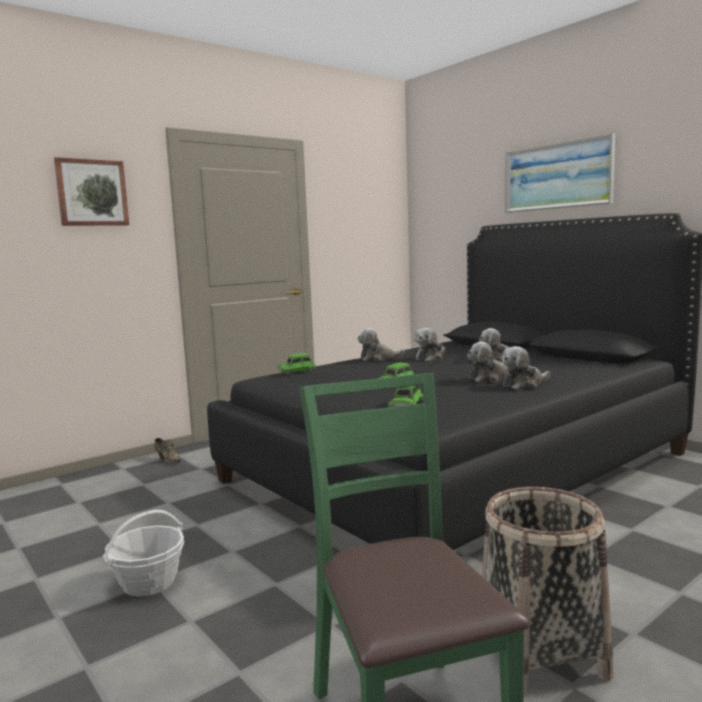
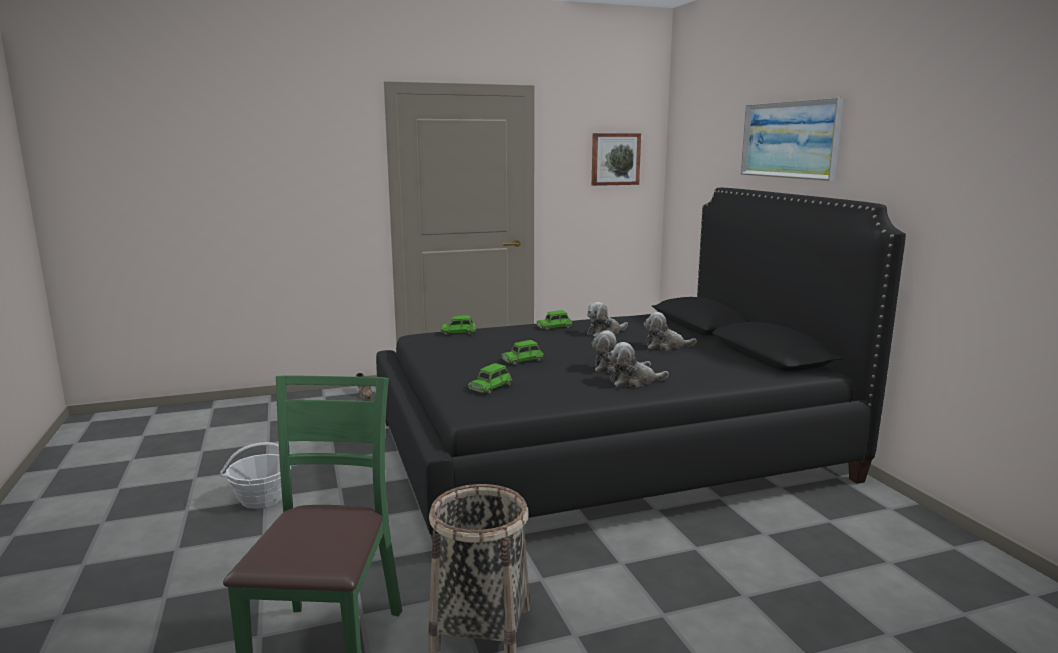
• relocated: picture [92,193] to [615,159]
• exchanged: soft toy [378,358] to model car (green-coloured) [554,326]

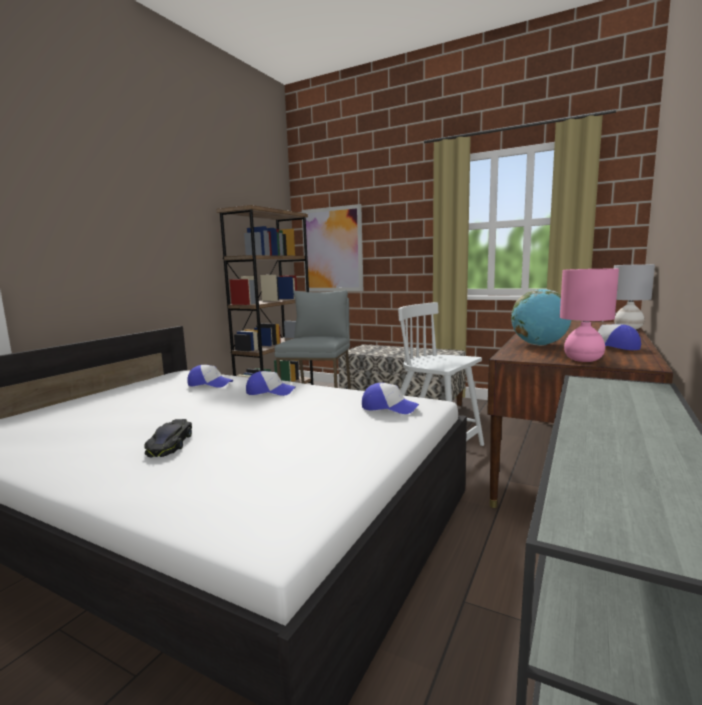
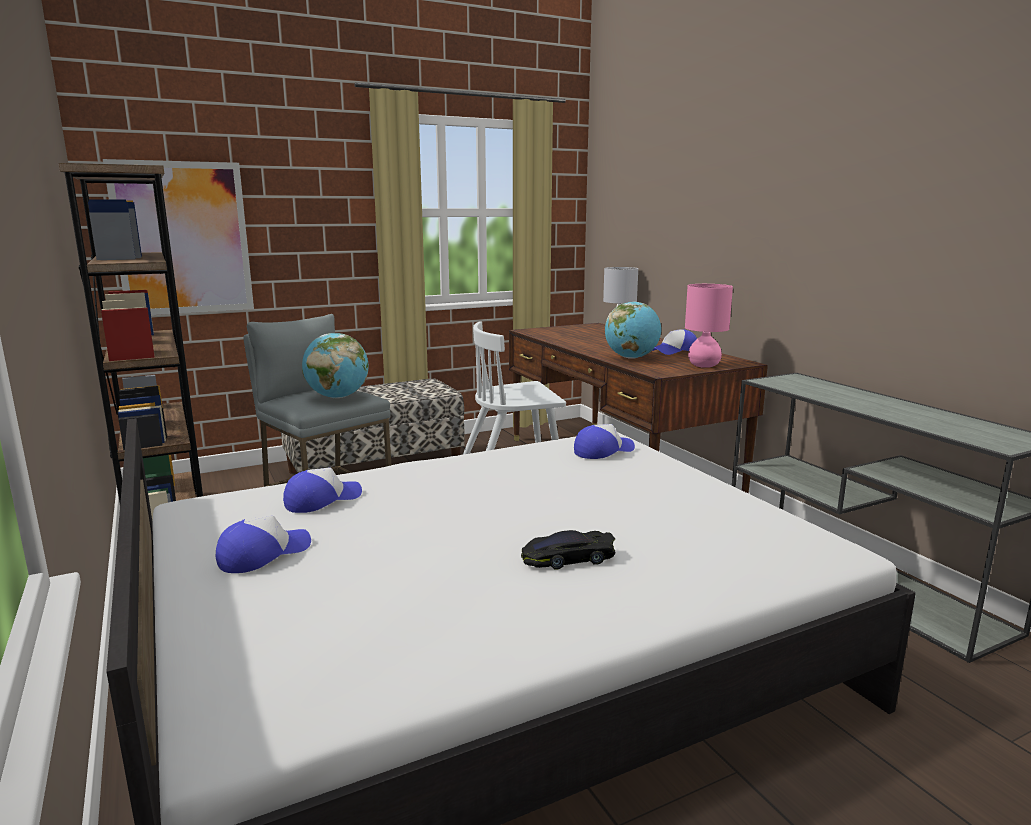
• relocated: cap [270,392] to [263,554]
• spun: model car (black-coloured) [170,444] = [568,558] 135 degrees clockwise
• appeared: globe [337,397]

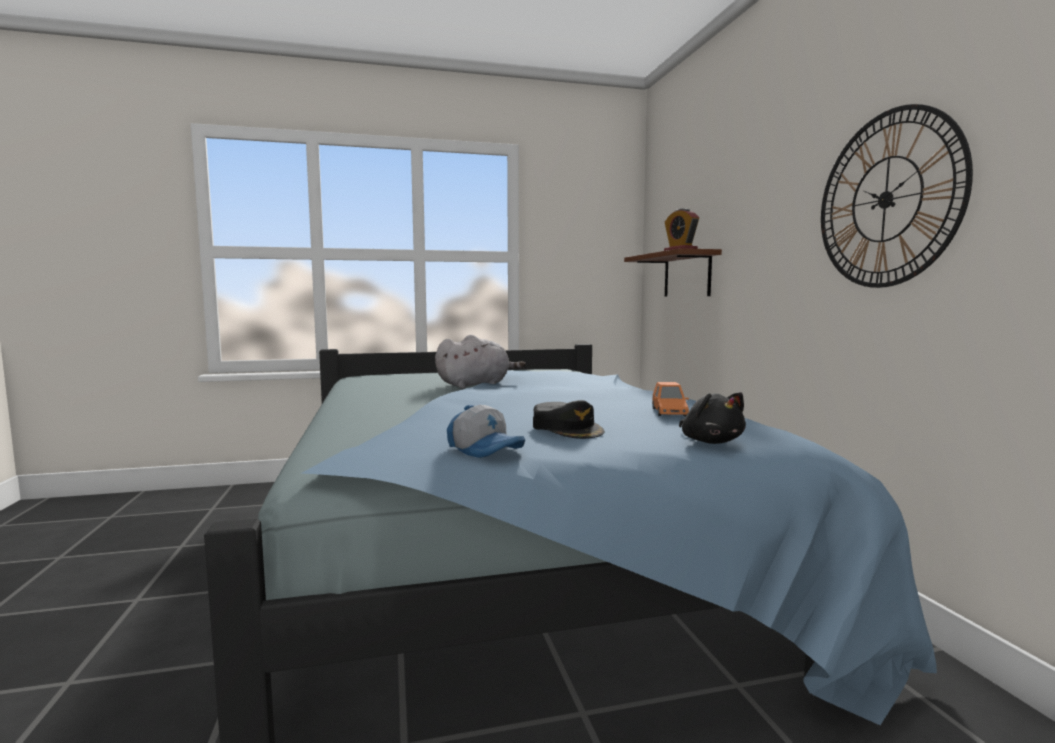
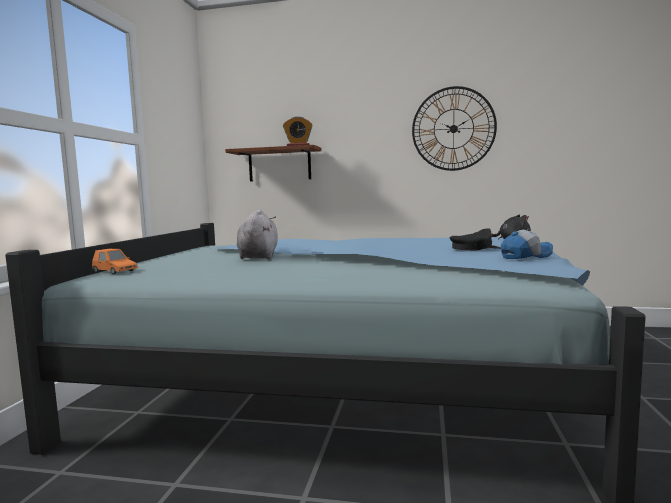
• relocated: model car (orange-coloured) [669,413] to [115,271]

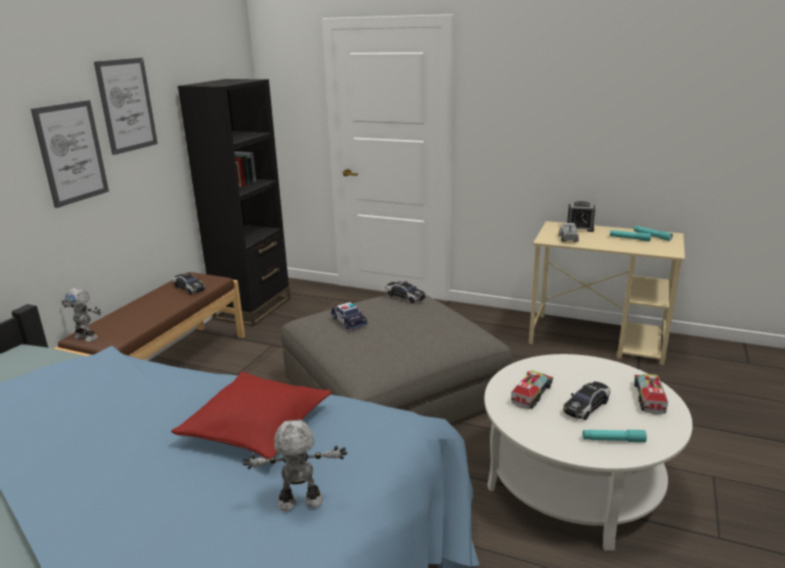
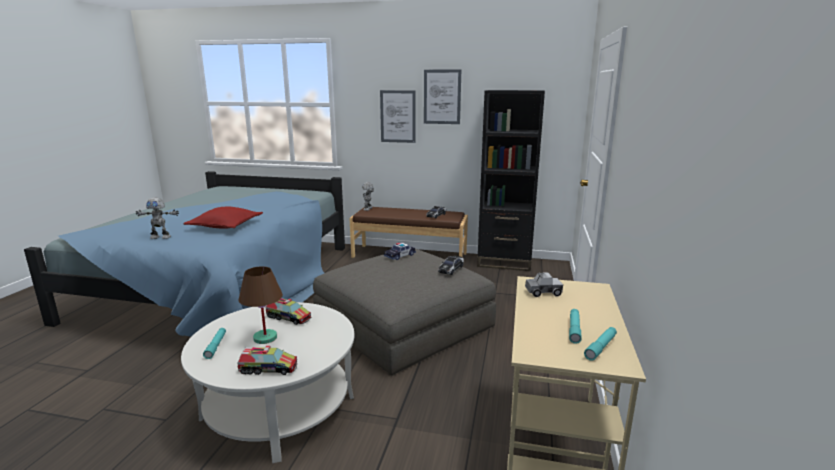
• missing: table clock [579,228]
• exchanged: model car [586,406] to tabletop lamp (brown) [265,338]
• spun: toy robot [300,504] = [161,237] 105 degrees clockwise

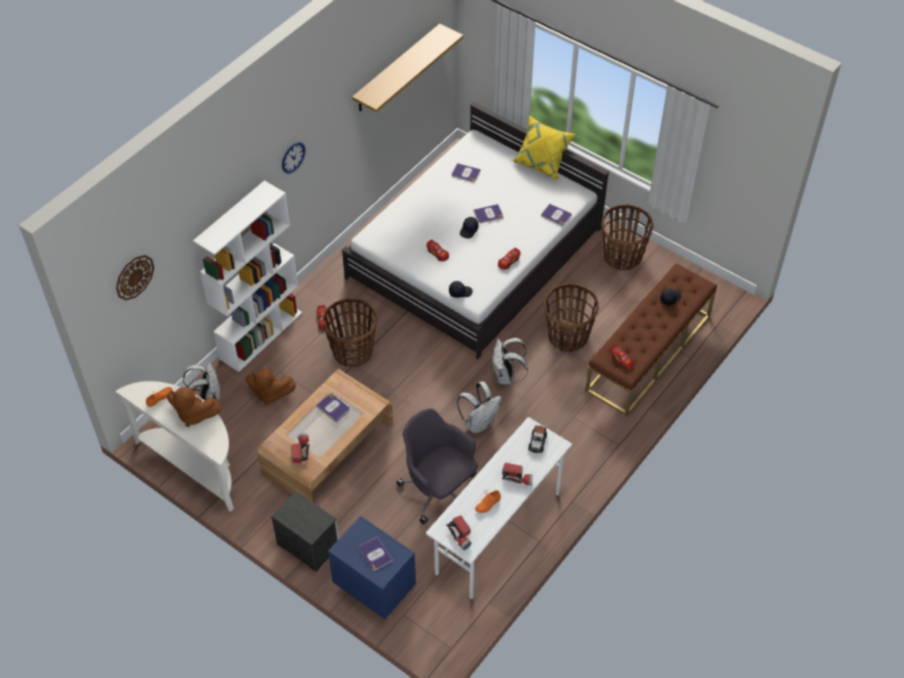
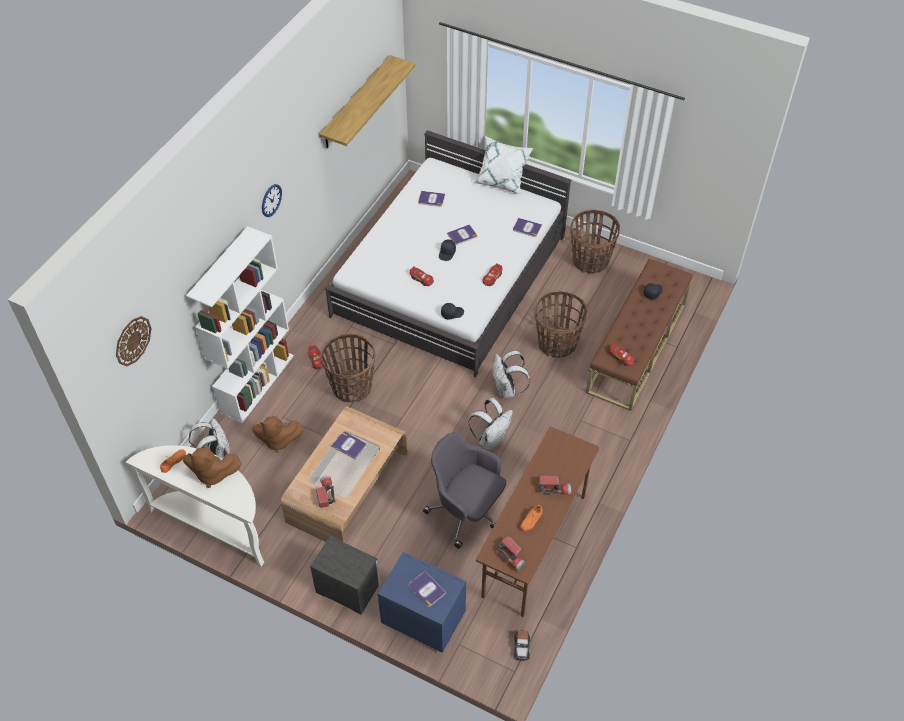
• colour: throw pillow (yellow) [542,163] to throw pillow (white) [502,181]
• colour: desk table (white) [498,534] to desk table (brown) [534,546]
• relocated: model car [537,442] to [521,647]

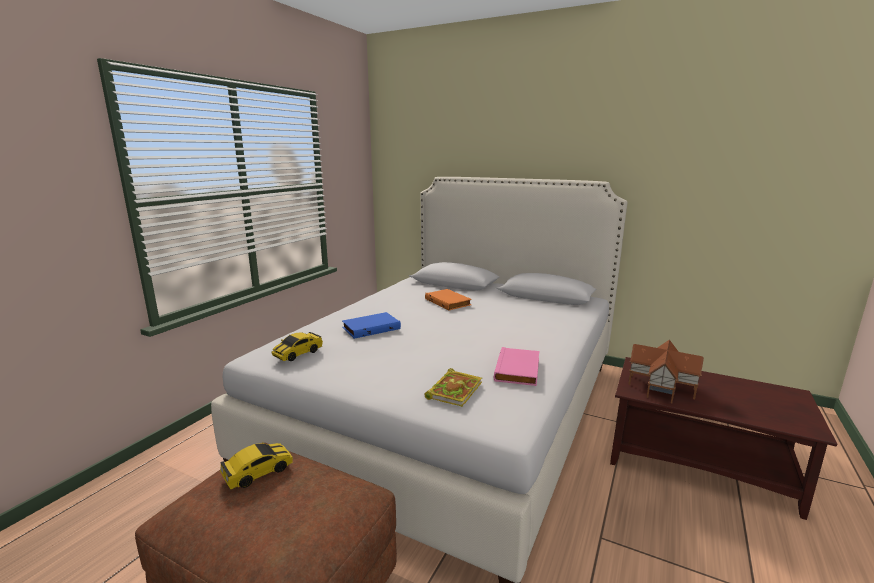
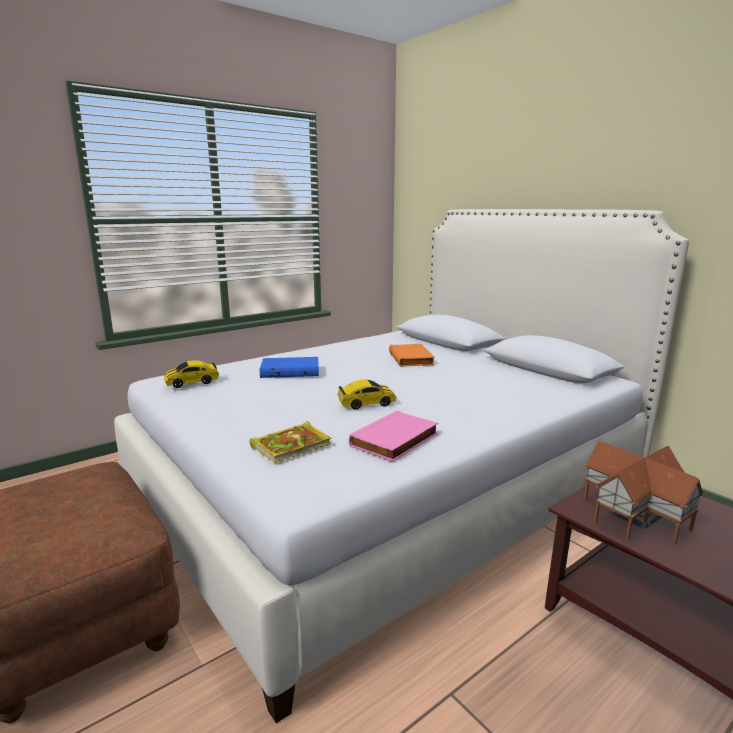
• relocated: model car [258,472] to [366,403]

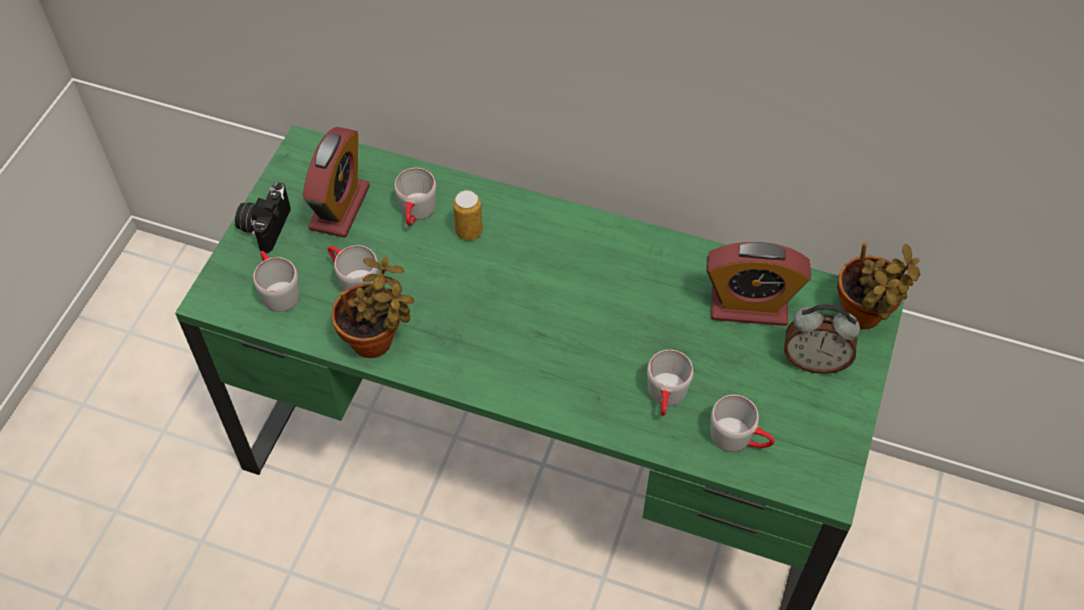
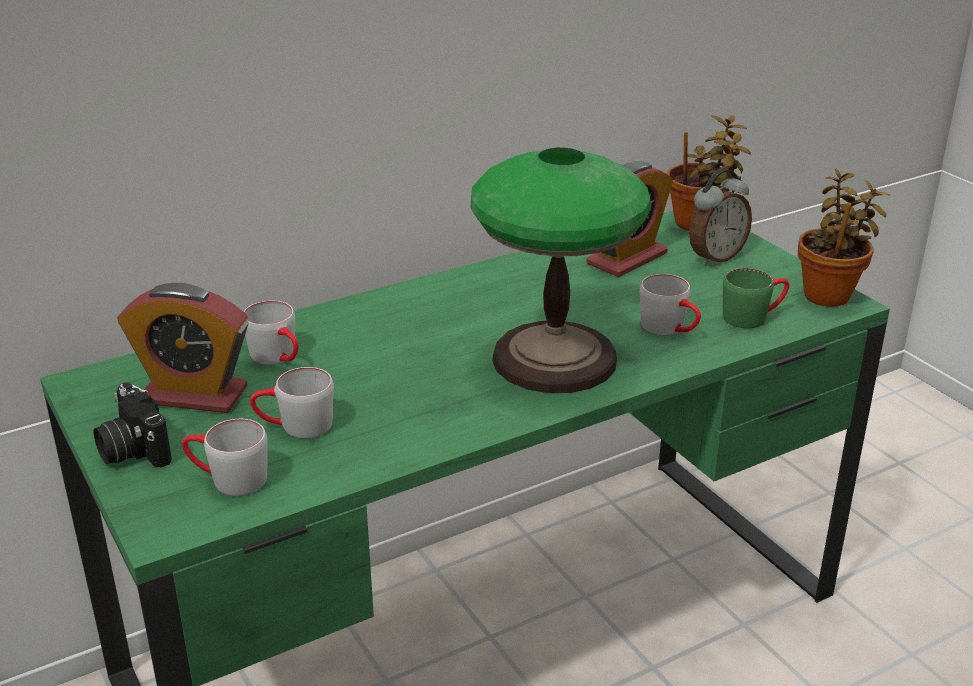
• spun: table clock [340,207] = [194,395] 135 degrees clockwise
• missing: sealed can [469,231]
• relocated: potted plant [377,342] to [829,294]
• colour: tea mug (greyish) [739,439] to tea mug (green-coloured) [753,316]
• appeared: tabletop lamp [553,359]

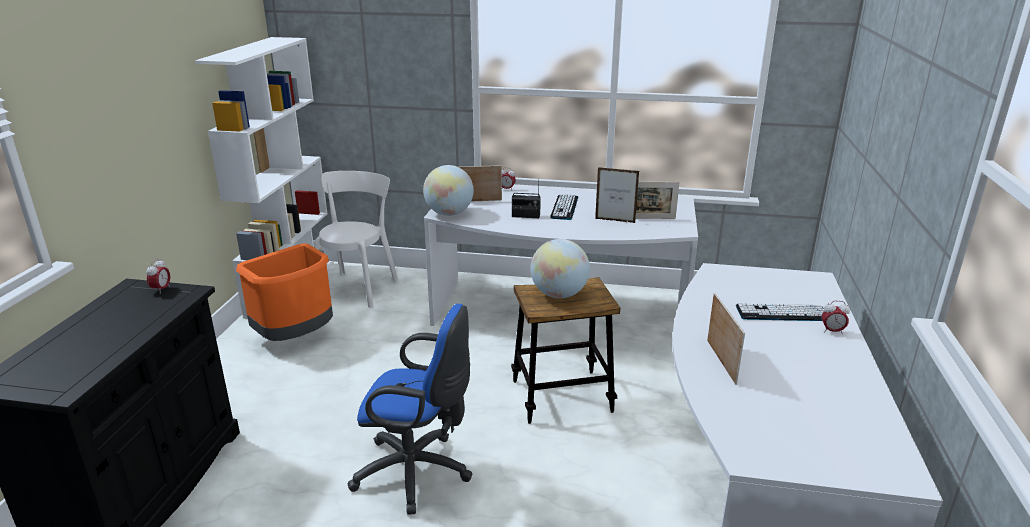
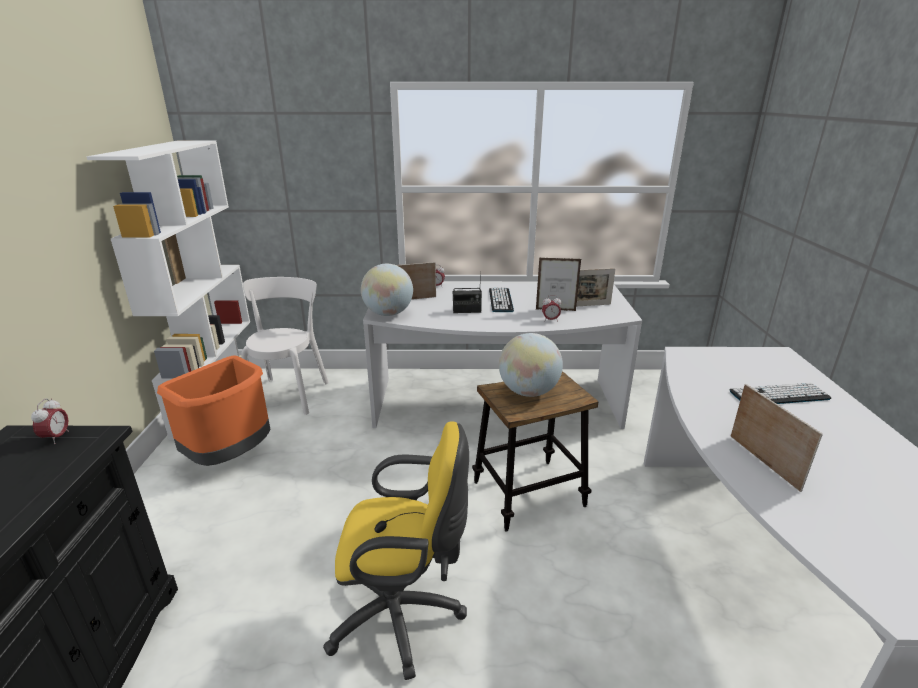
• relocated: table clock [832,331] to [550,320]
• colour: office chair (bluish) [418,473] to office chair (yellow) [403,615]

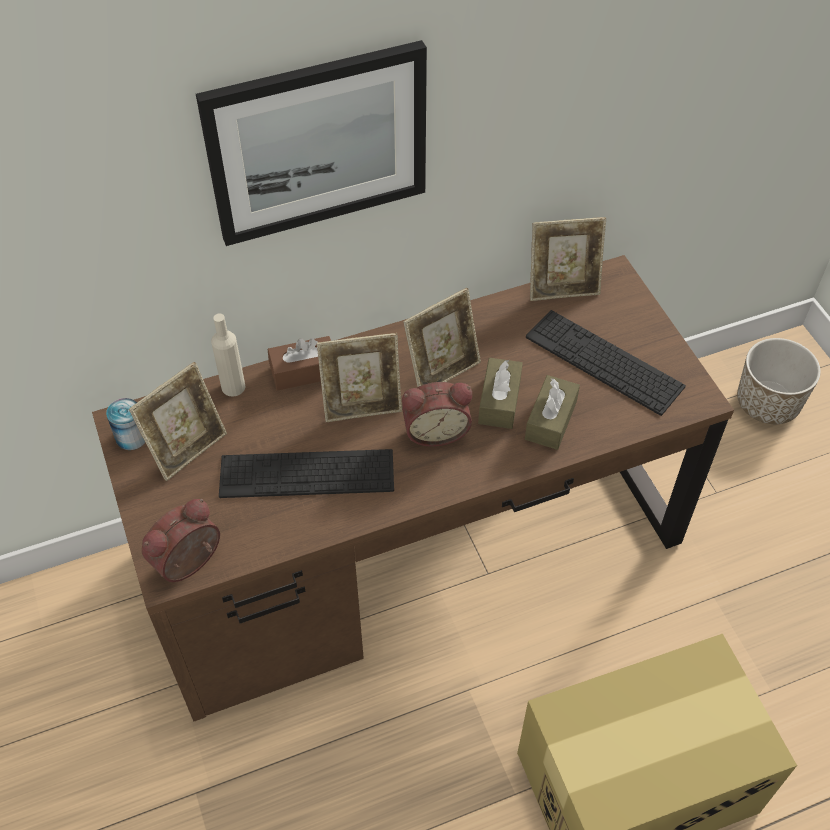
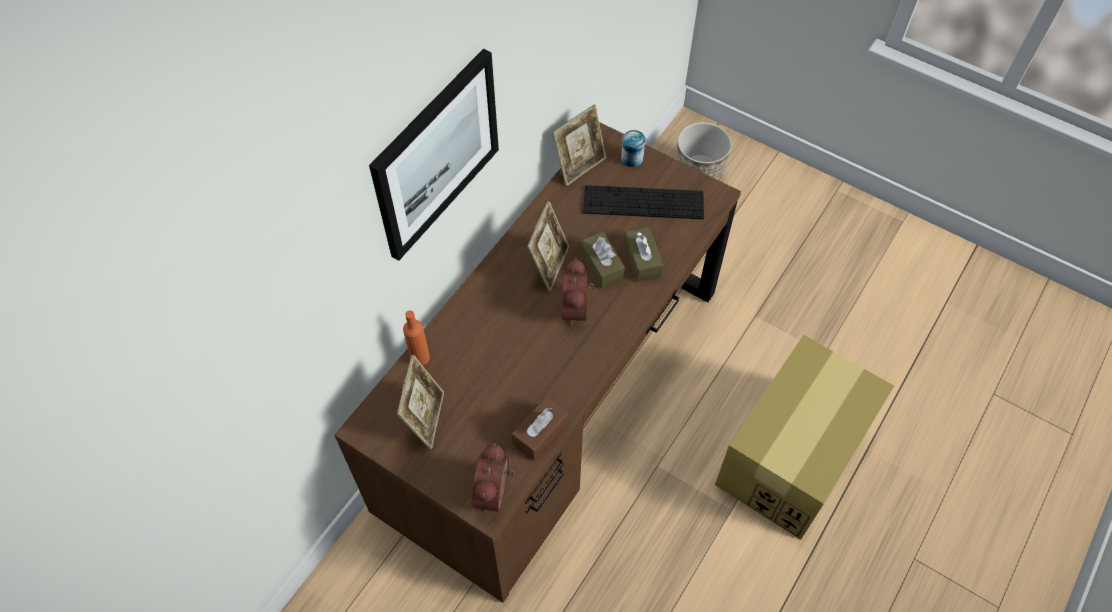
• colour: drink bottle (beige) [233,387] to drink bottle (orange-coloured) [420,357]
• missing: picture frame [362,405]
• relocated: box of tissues (brown) [304,371] to [540,433]
• spun: table clock [435,430] = [577,308] 135 degrees clockwise
• relocated: sealed can [132,437] to [632,158]
• missing: PC keyboard [307,474]

